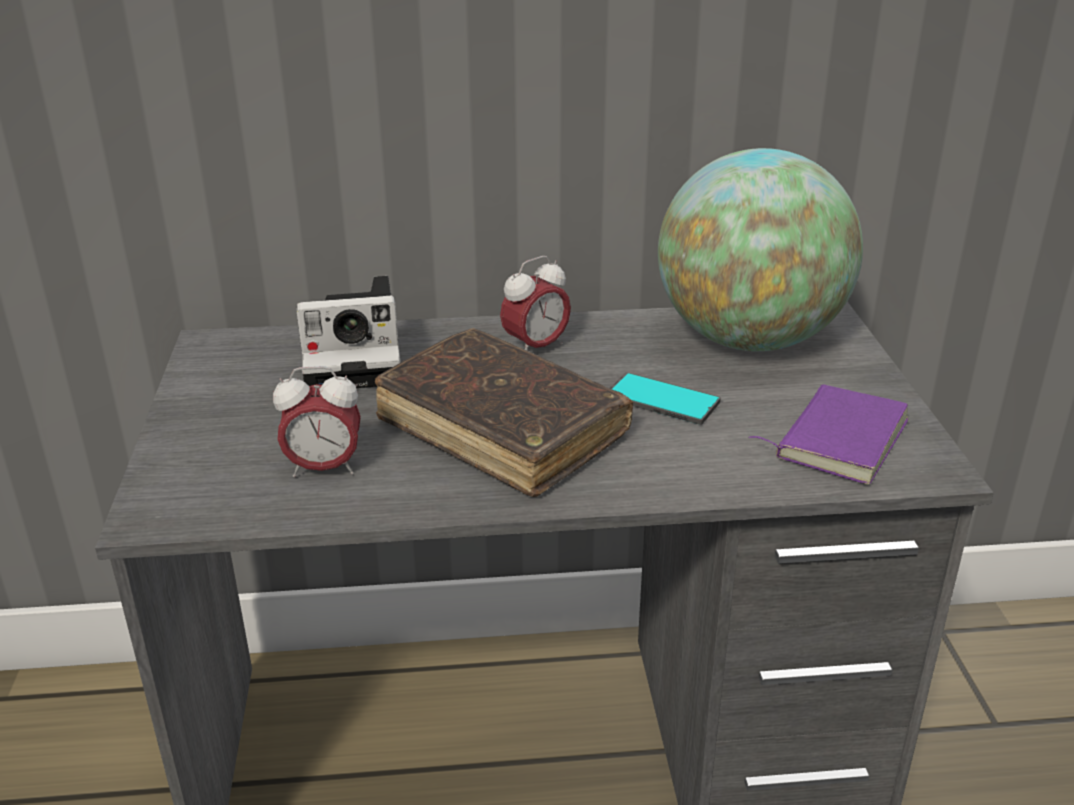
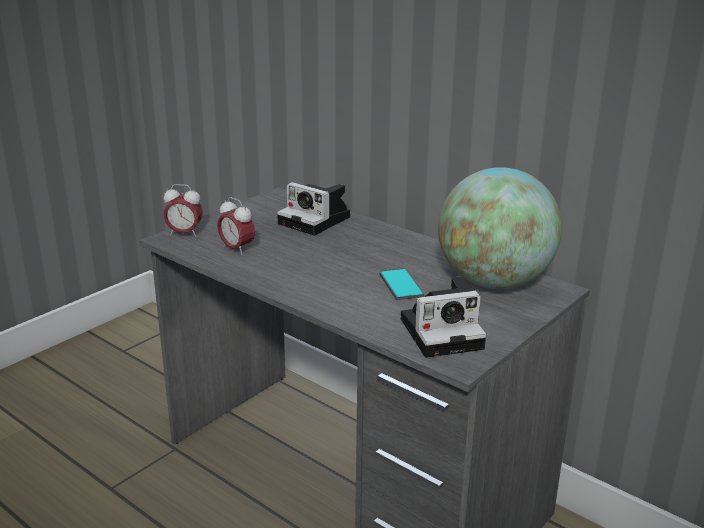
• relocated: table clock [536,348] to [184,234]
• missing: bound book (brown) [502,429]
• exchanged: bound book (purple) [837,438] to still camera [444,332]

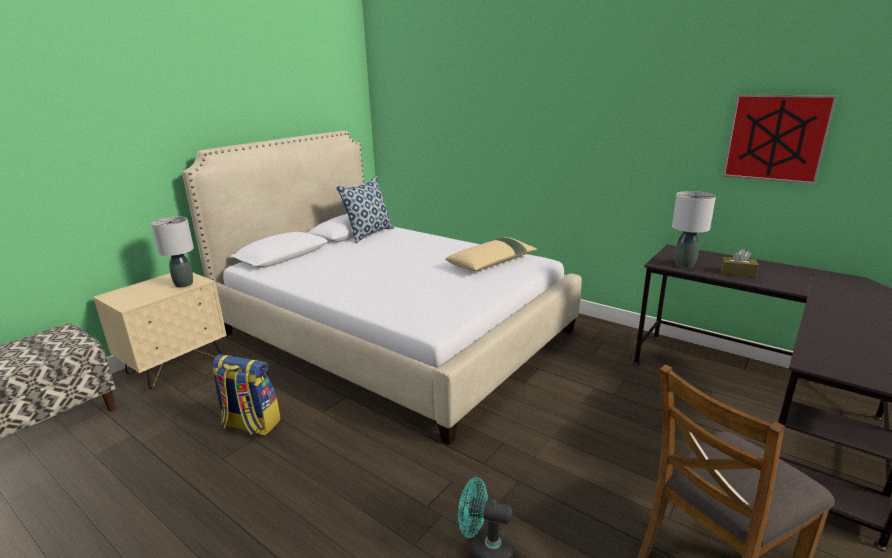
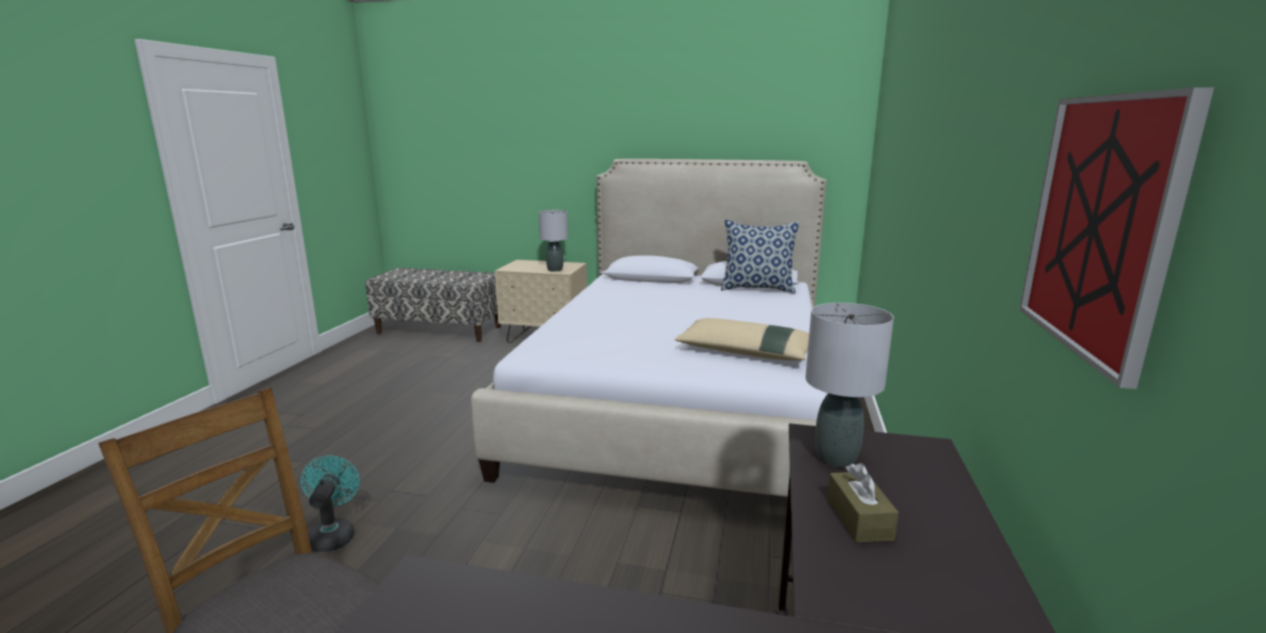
• missing: rucksack [250,424]

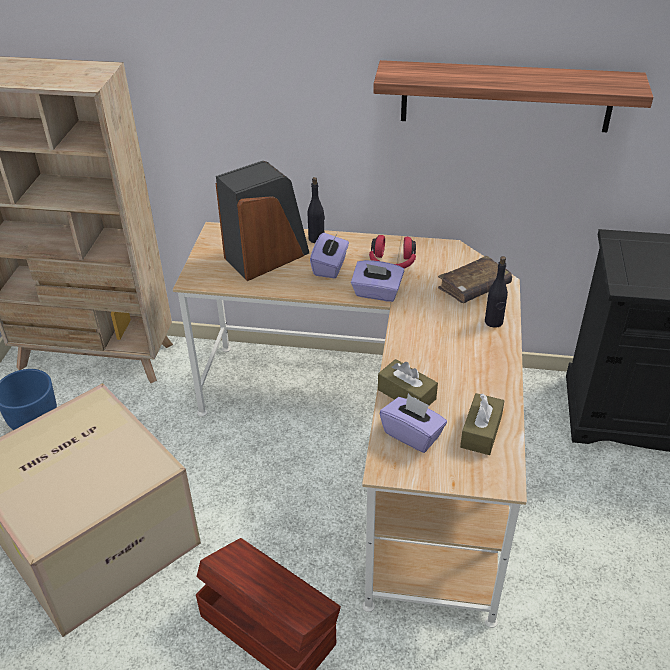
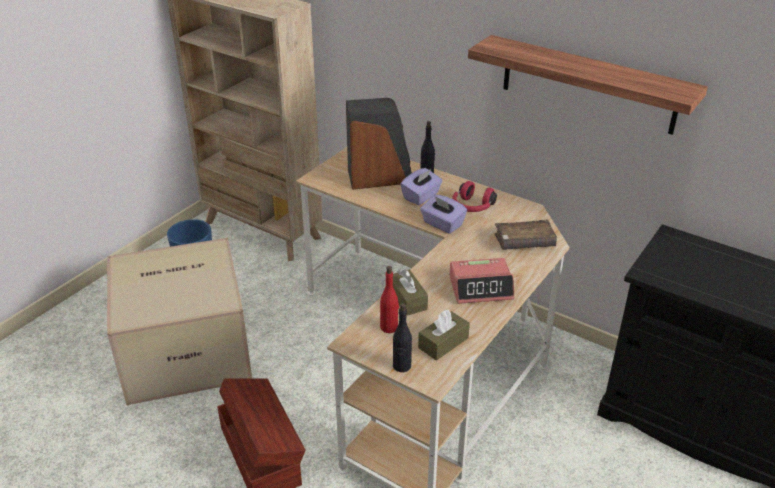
• relocated: drink bottle (black-coloured) [494,322] to [402,366]
• exchanged: box of tissues (purple) [412,434] to drink bottle (red-coloured) [389,327]
• appeared: table clock [481,288]

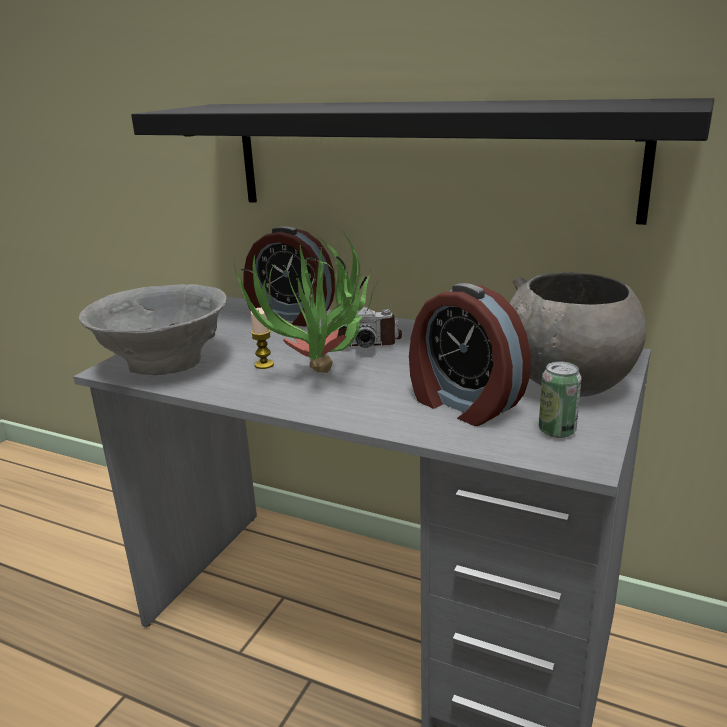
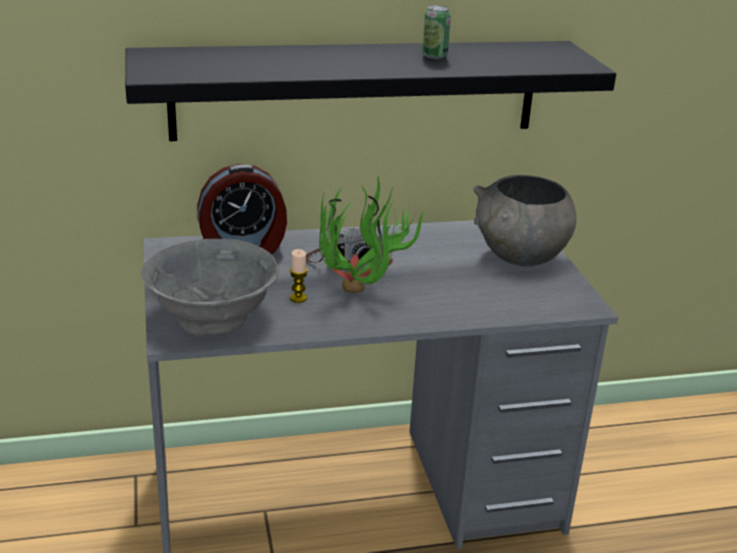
• missing: table clock [462,404]
• relocated: sealed can [557,431] to [434,56]

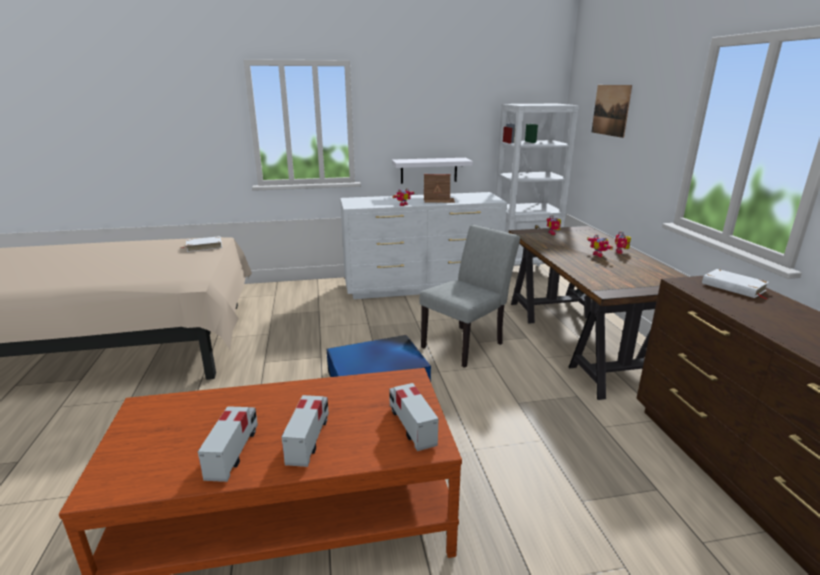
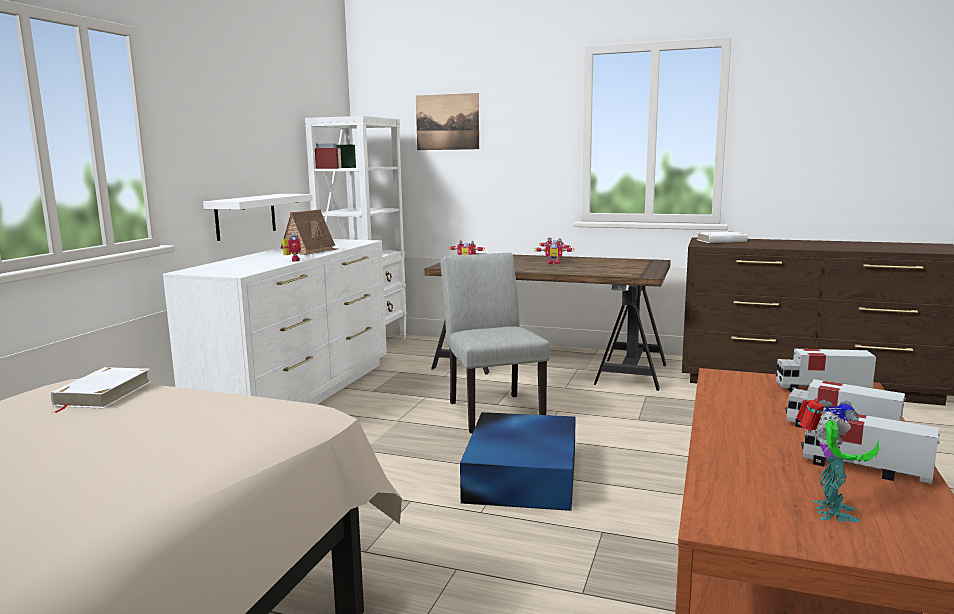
• appeared: toy robot [829,512]

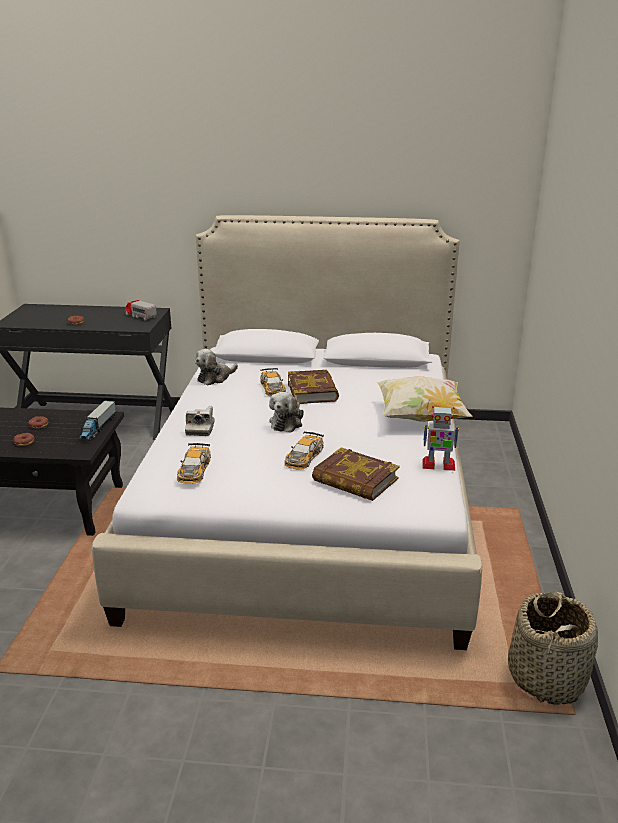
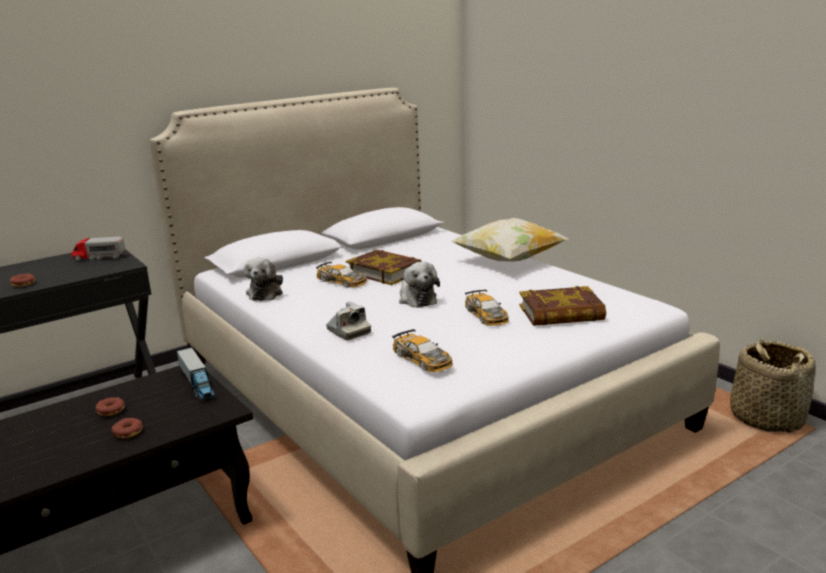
• missing: toy robot [438,465]

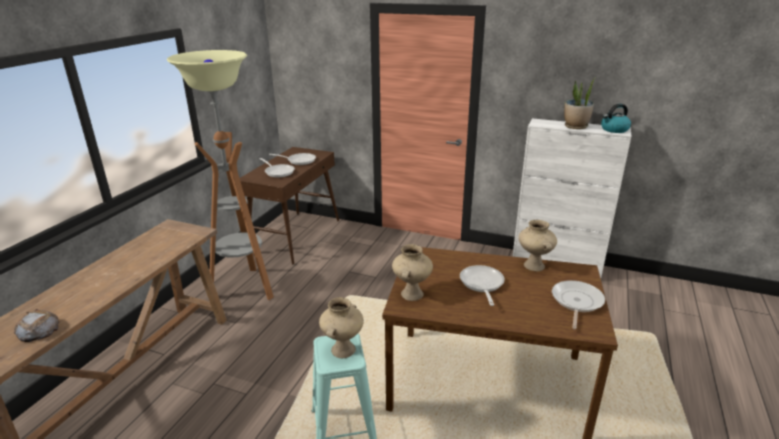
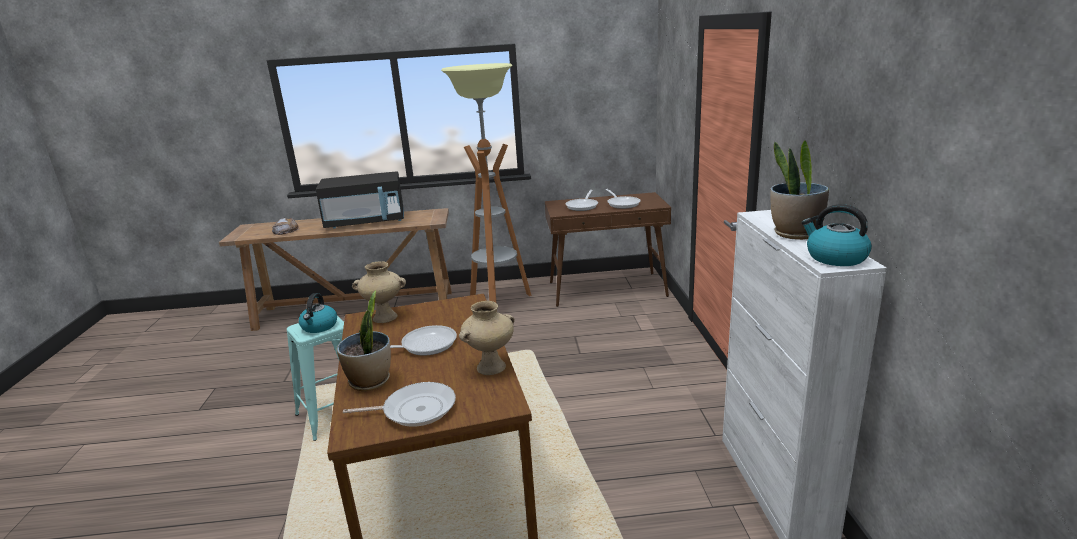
• exchanged: flower vase (beige) [343,349] to tea kettle [319,326]
• appeared: kitchen microwave (black-coloured) [366,222]
• appeared: potted plant [370,381]

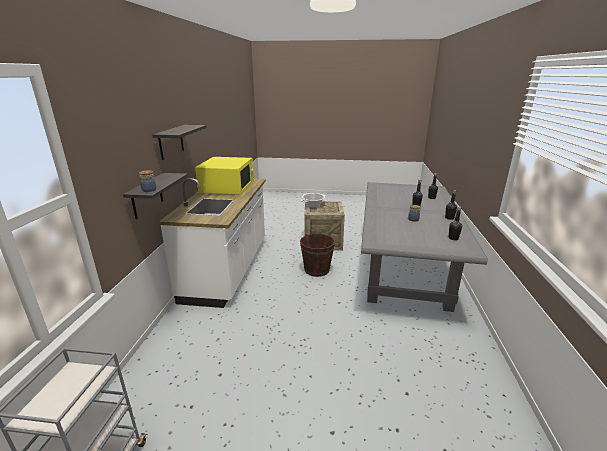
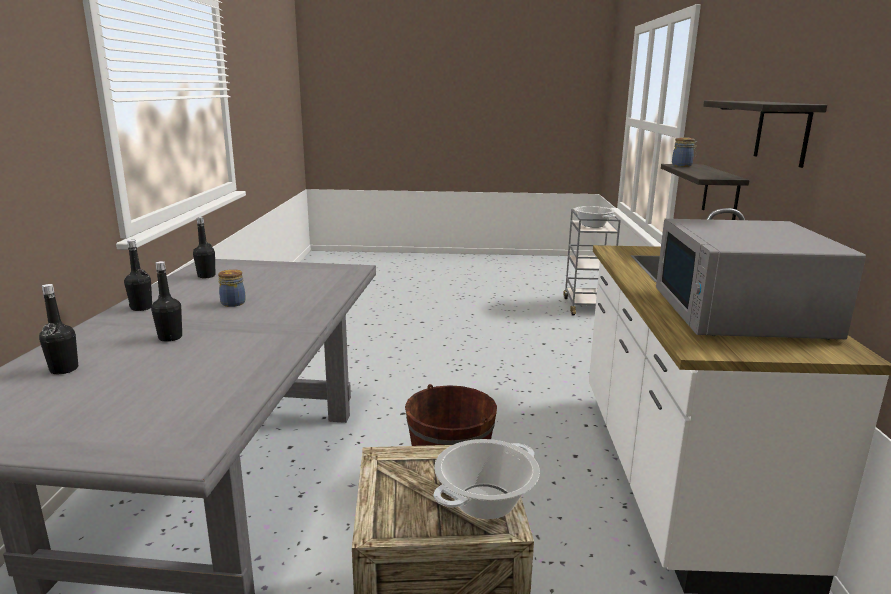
• colour: kitchen microwave (yellow) [228,187] to kitchen microwave (greyish) [740,314]
• appeared: stockpot [592,225]

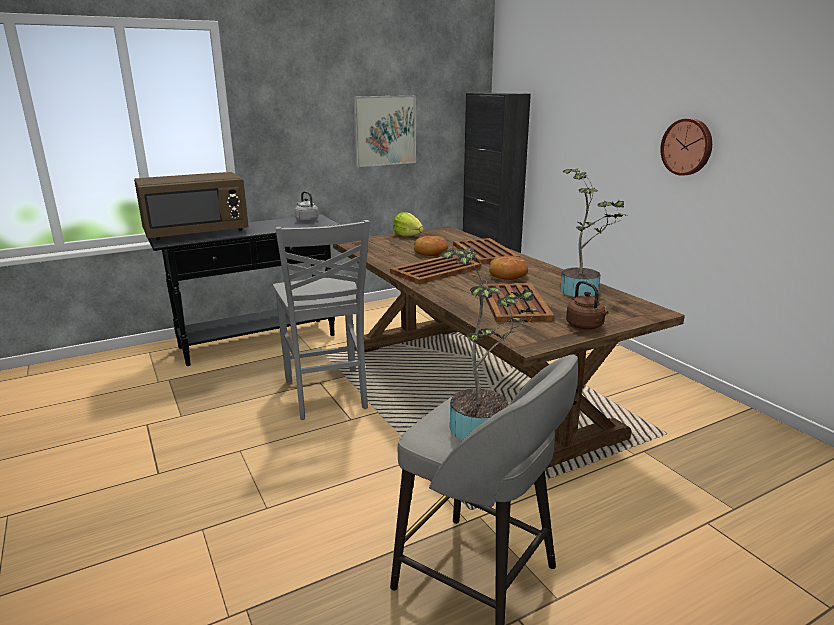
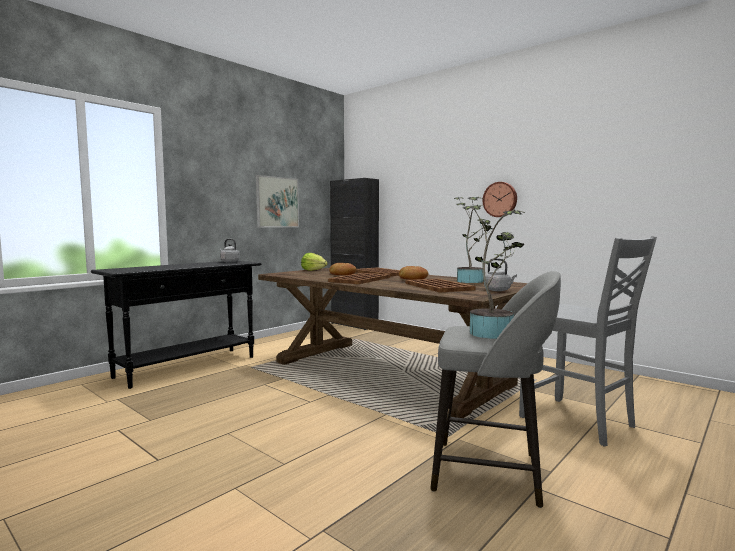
• missing: kitchen microwave (brown) [196,233]
• relocated: chair (greyish) [326,395] to [578,422]
• colour: tea kettle (brown) [586,326] to tea kettle (greyish) [498,290]

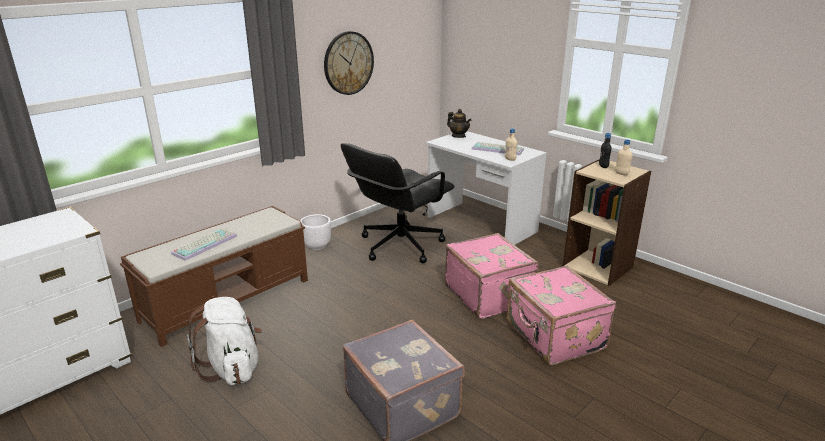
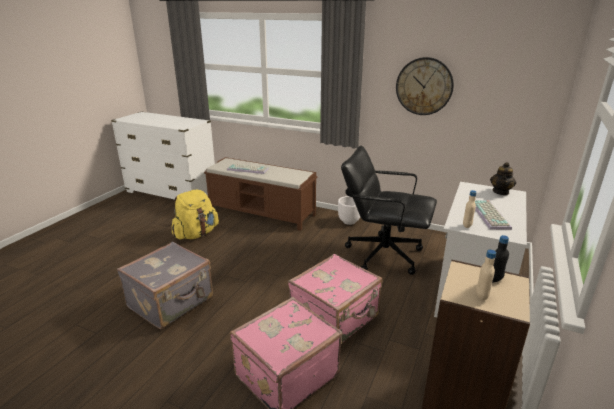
• colour: rucksack (white) [232,368] to rucksack (yellow) [196,234]

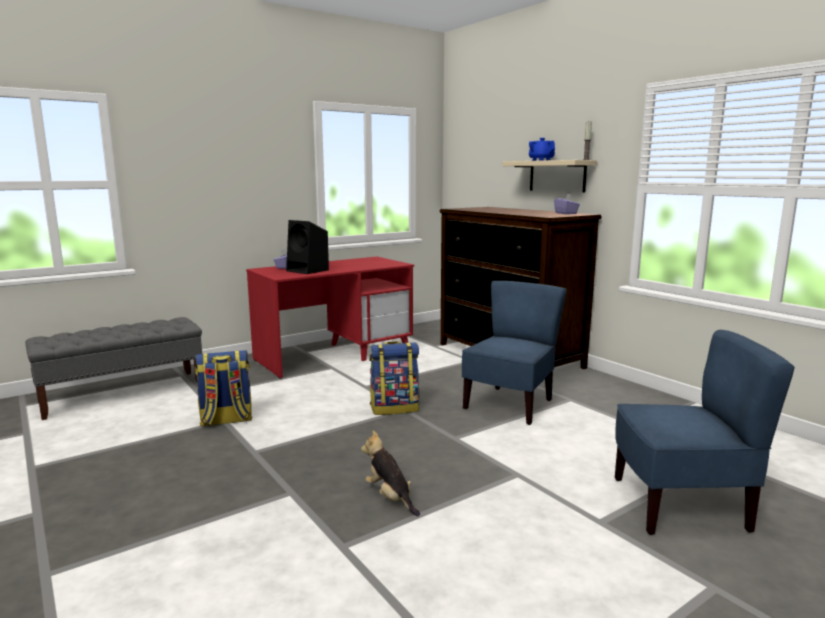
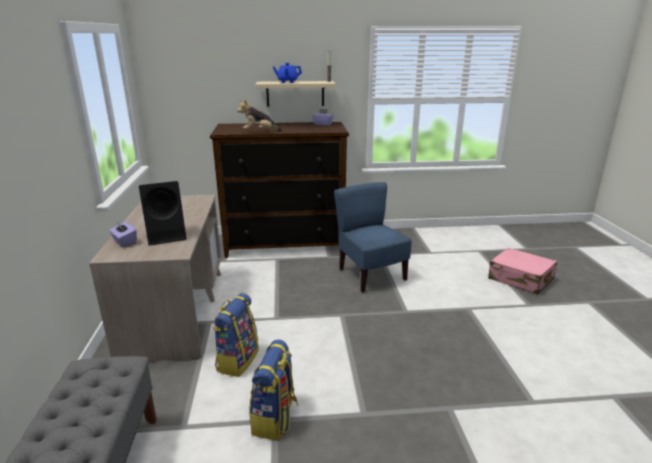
• colour: desk table (red-coloured) [335,354] to desk table (beige) [175,311]
• exchanged: chair (bluish) [680,505] to piece of luggage (pink-coloured) [520,279]
• relocated: rucksack [394,408] to [237,360]
• relocated: soft toy [390,497] to [259,132]

